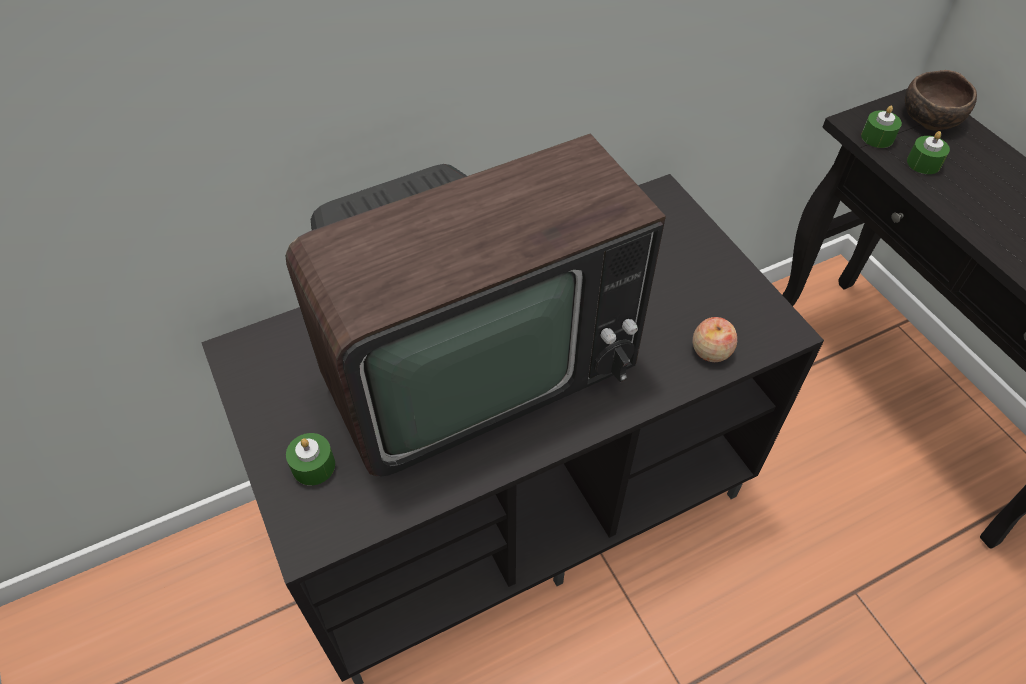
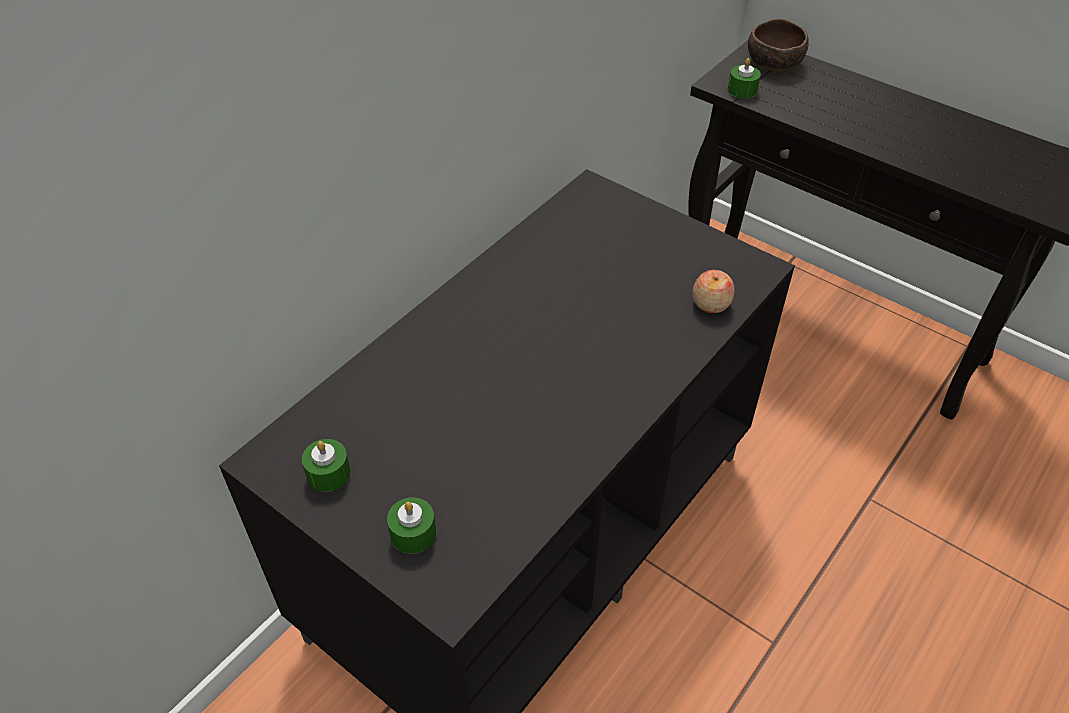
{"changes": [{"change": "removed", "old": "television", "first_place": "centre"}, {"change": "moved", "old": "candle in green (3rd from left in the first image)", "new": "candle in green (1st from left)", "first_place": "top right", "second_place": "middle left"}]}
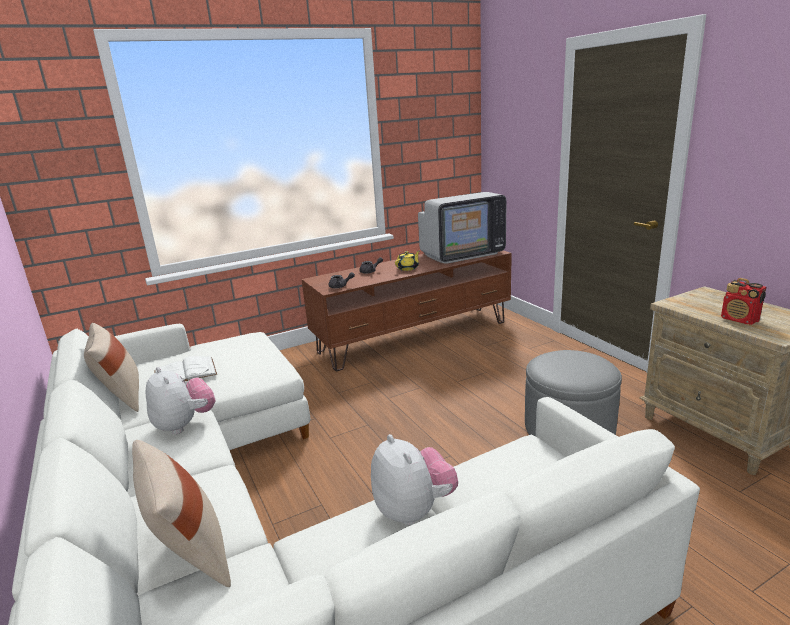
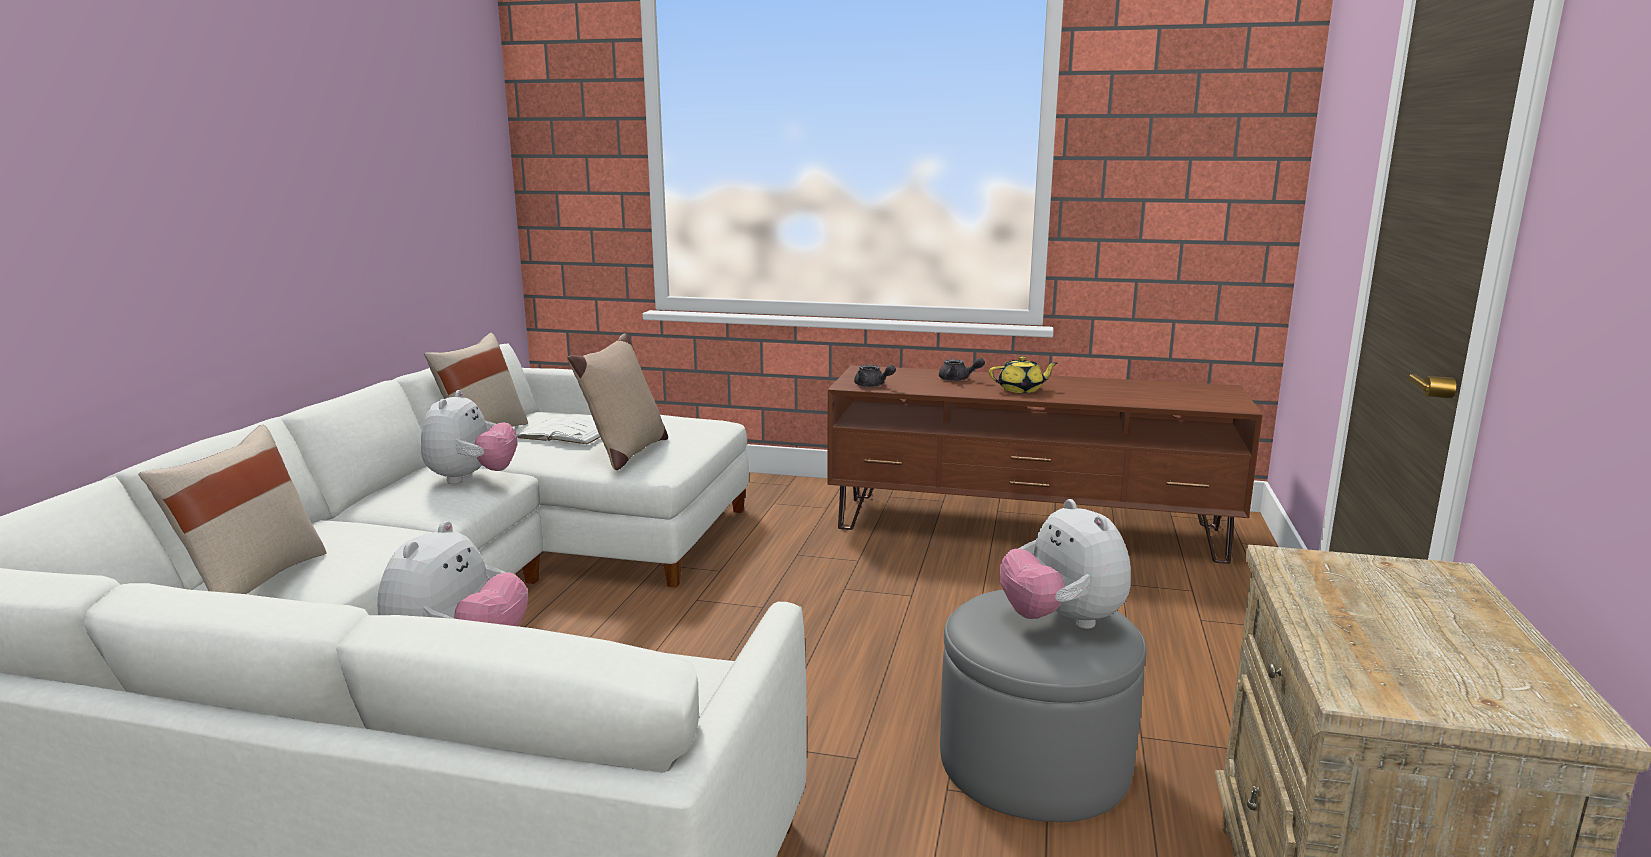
{"changes": [{"change": "removed", "old": "television", "first_place": "centre"}, {"change": "removed", "old": "radio", "first_place": "middle right"}, {"change": "added", "new": "pillow in beige (3rd from left)", "second_place": "centre"}, {"change": "added", "new": "plush toy (3rd from left)", "second_place": "centre"}]}
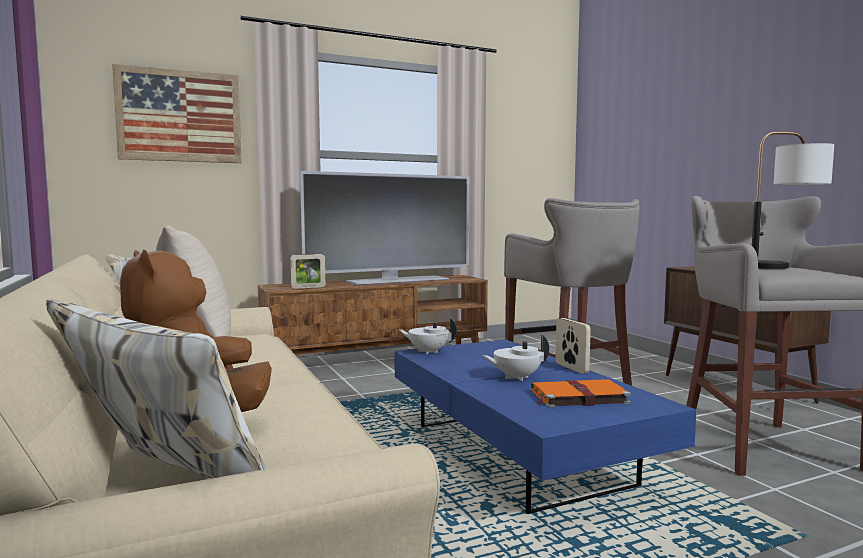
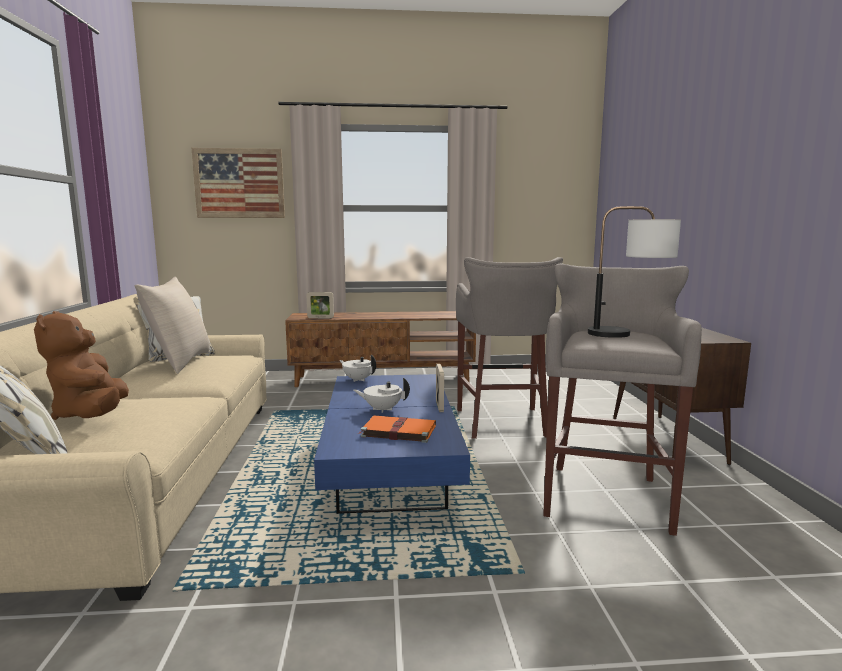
{"changes": [{"change": "removed", "old": "television", "first_place": "centre"}]}
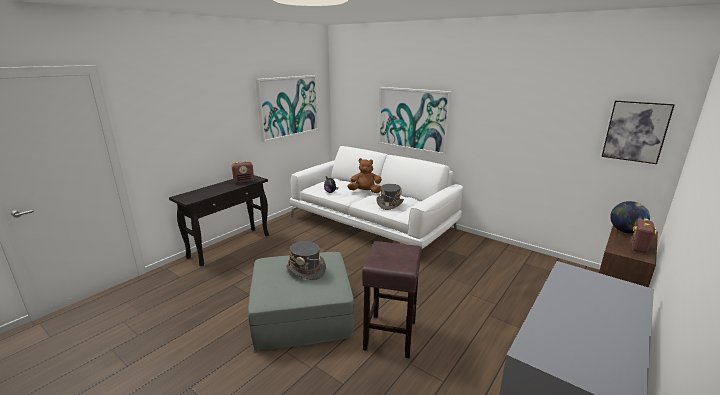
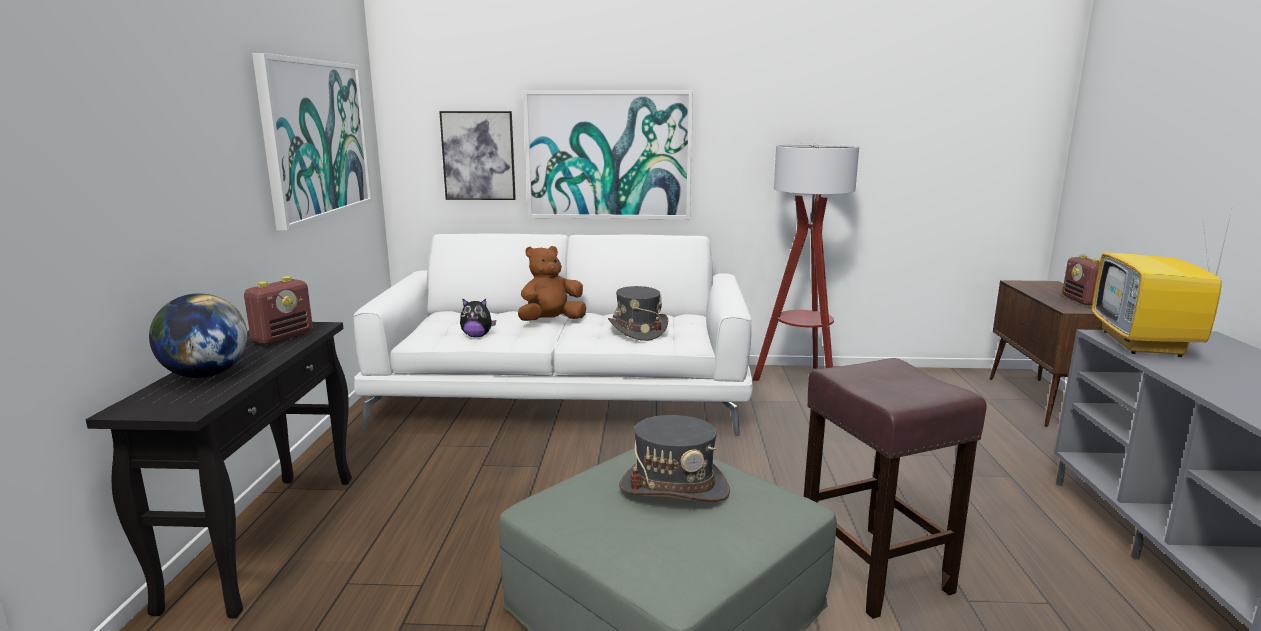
{"changes": [{"change": "added", "new": "floor lamp", "second_place": "centre"}, {"change": "added", "new": "television", "second_place": "middle right"}, {"change": "moved", "old": "picture (3rd from left in the first image)", "new": "picture (2nd from left)", "first_place": "middle right", "second_place": "top centre"}, {"change": "moved", "old": "globe", "first_place": "middle right", "second_place": "middle left"}]}
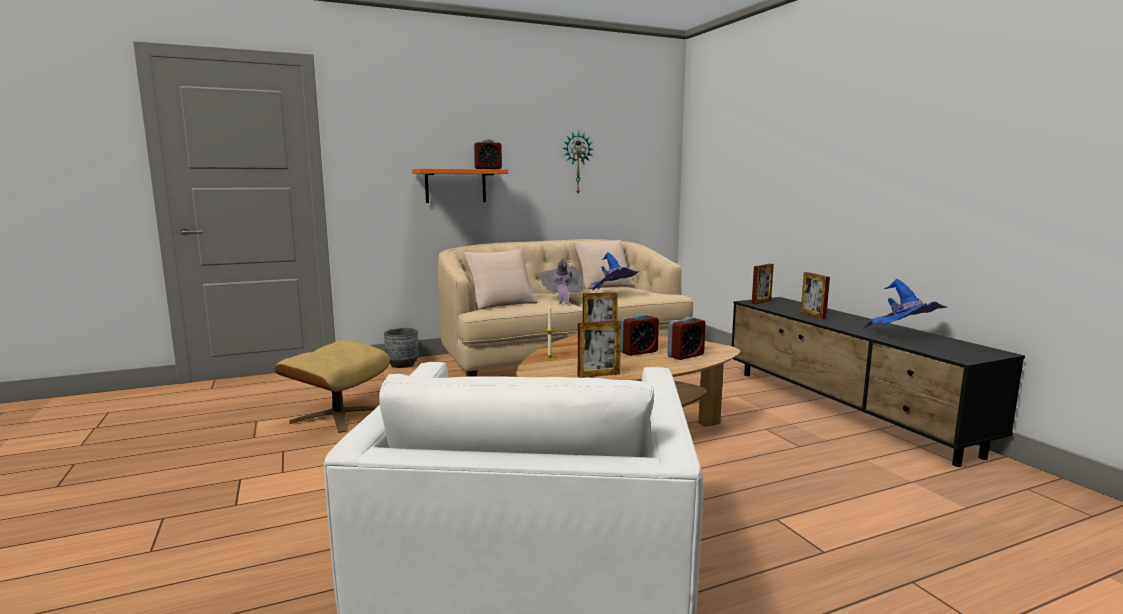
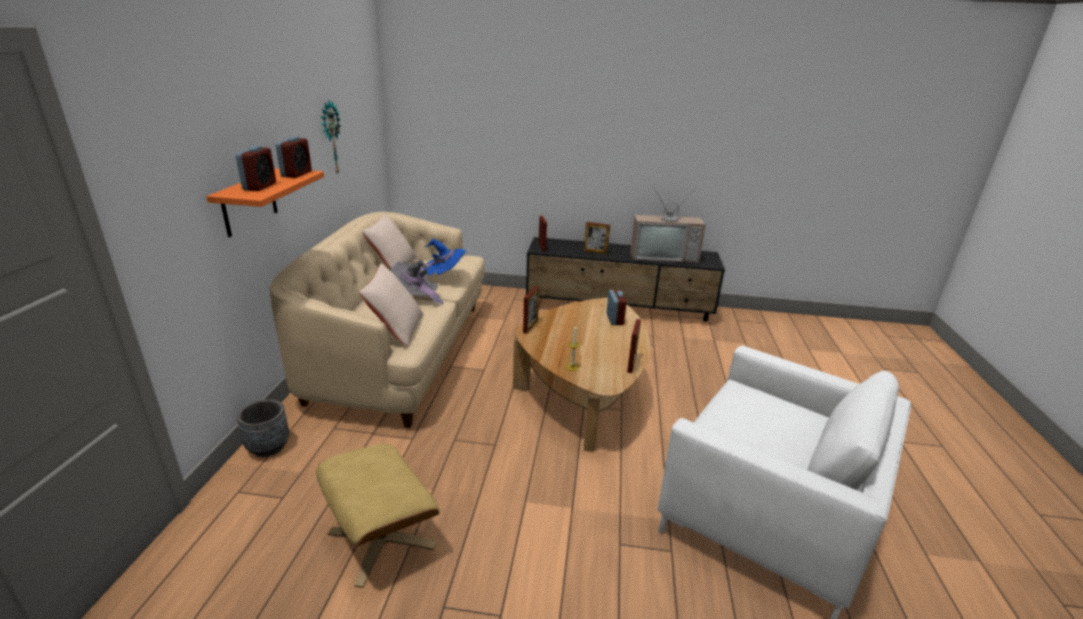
{"changes": [{"change": "moved", "old": "alarm clock (2nd from left in the first image)", "new": "alarm clock (1st from left)", "first_place": "centre", "second_place": "top left"}, {"change": "replaced", "old": "hat in blue (2nd from left)", "new": "television", "first_place": "middle right", "second_place": "centre"}]}
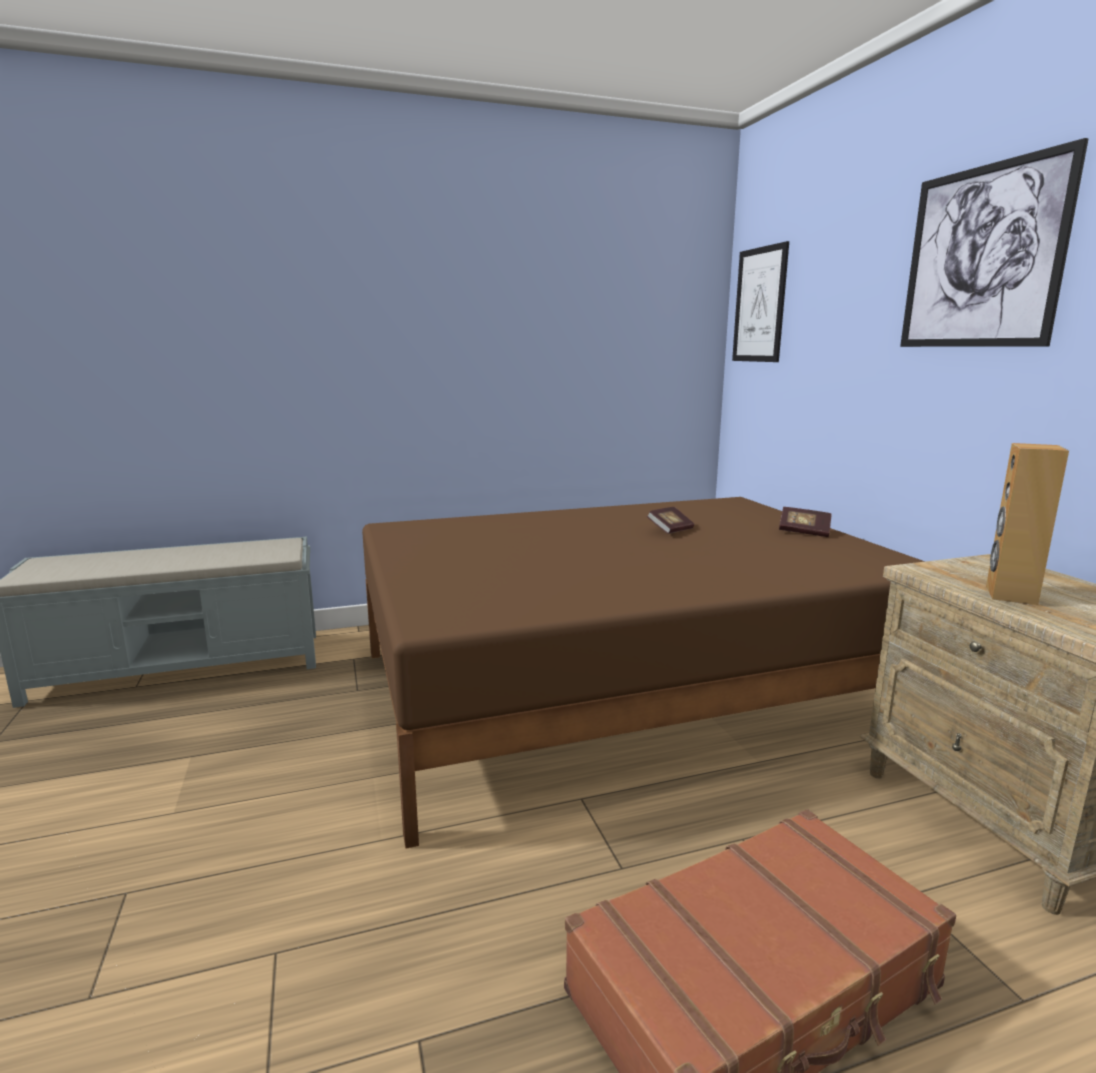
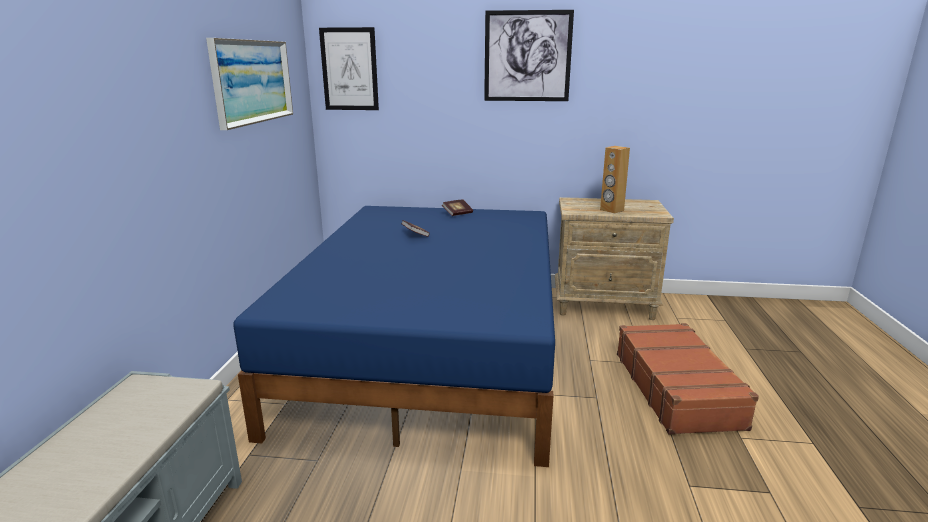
{"changes": [{"change": "added", "new": "picture (1st from left)", "second_place": "top left"}, {"change": "recoloured", "old": "bed in brown", "new": "bed in blue", "first_place": "centre", "second_place": "centre"}]}
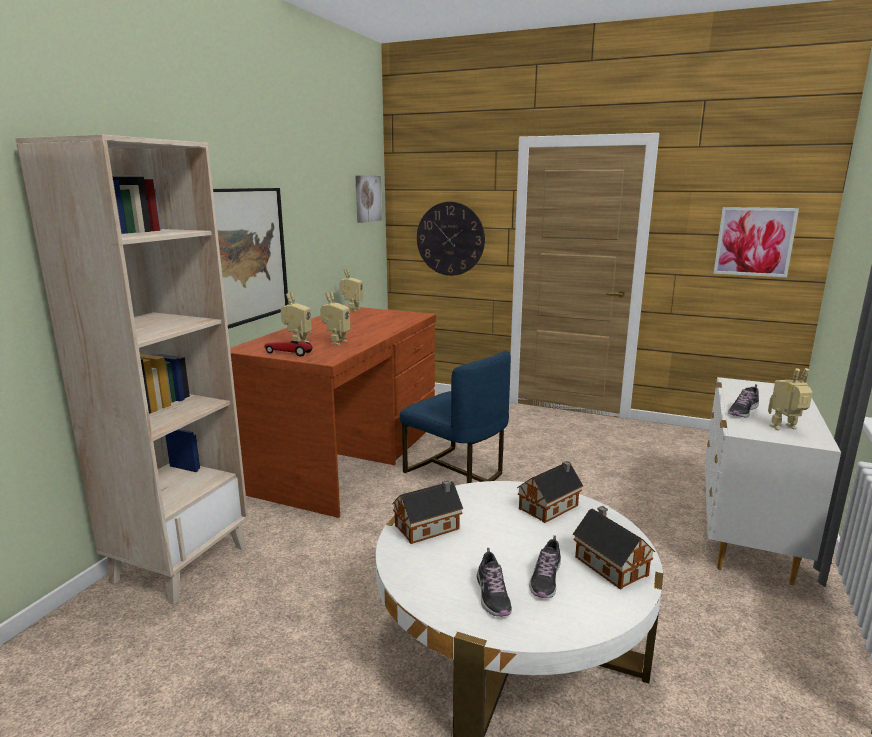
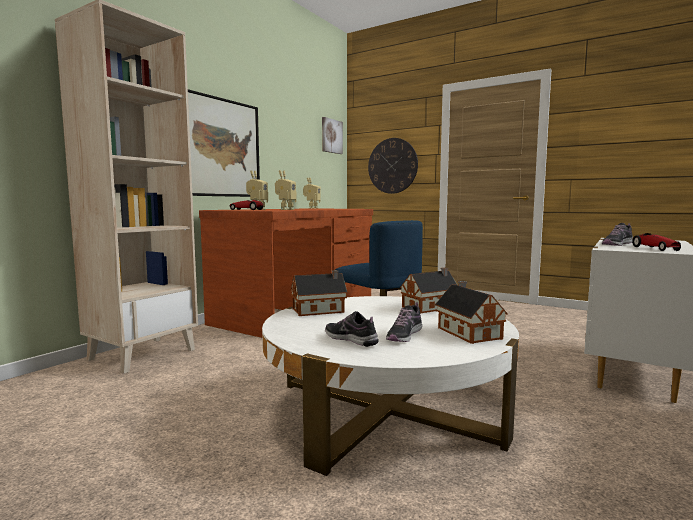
{"changes": [{"change": "removed", "old": "picture (3rd from left)", "first_place": "top right"}, {"change": "replaced", "old": "toy robot (4th from left)", "new": "toy car (2nd from left)", "first_place": "middle right", "second_place": "middle right"}, {"change": "turned", "old": "shoe (1st from left)", "first_place": "bottom centre", "second_place": "centre", "degrees": 135}]}
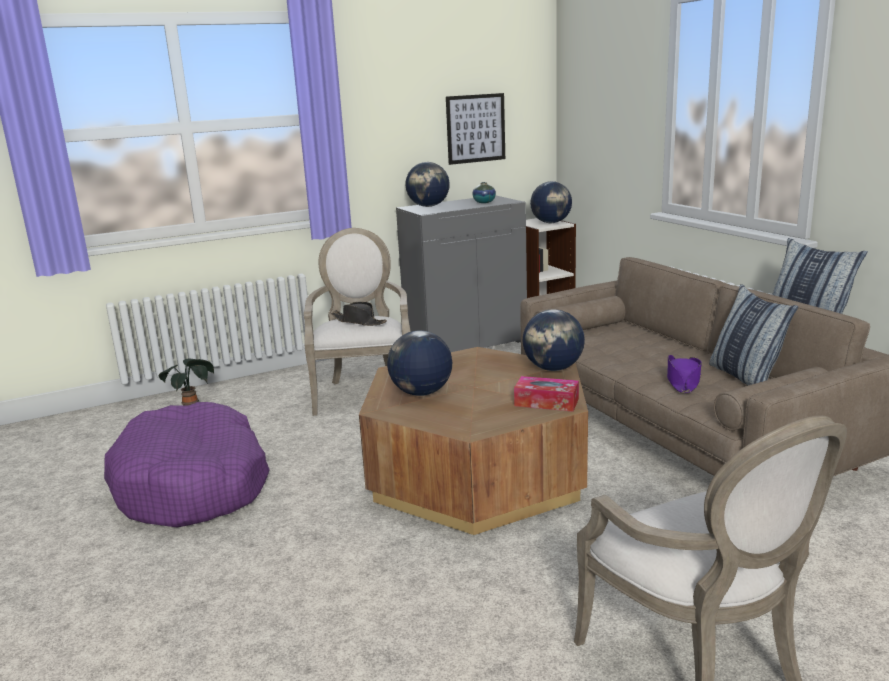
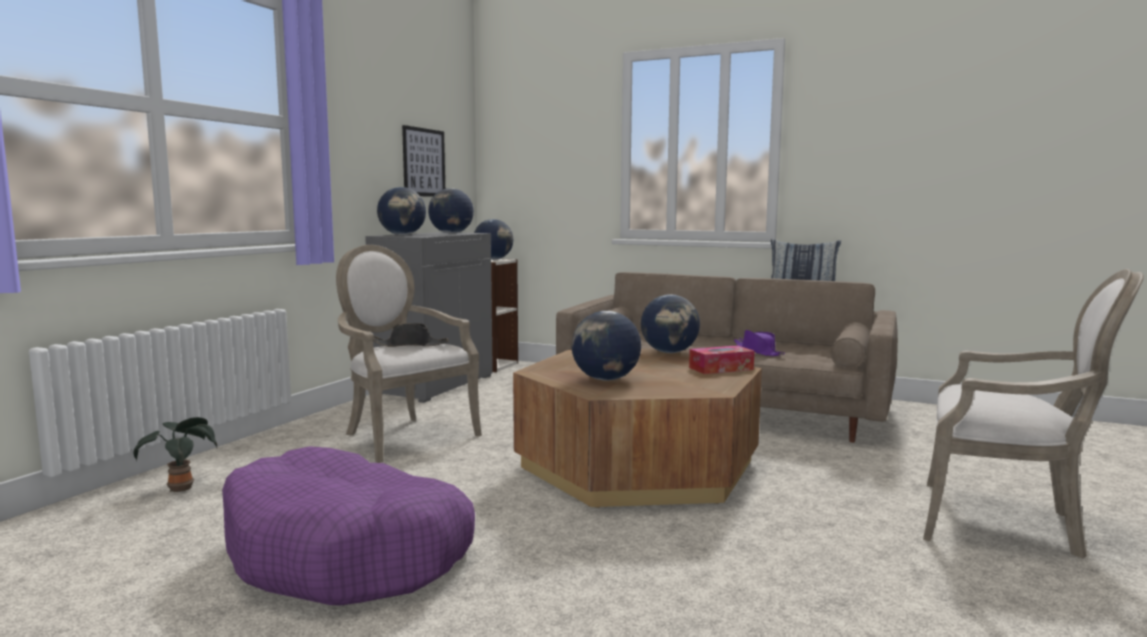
{"changes": [{"change": "removed", "old": "pillow (1st from left)", "first_place": "middle right"}, {"change": "replaced", "old": "vase", "new": "globe (2nd from left)", "first_place": "top centre", "second_place": "top centre"}]}
